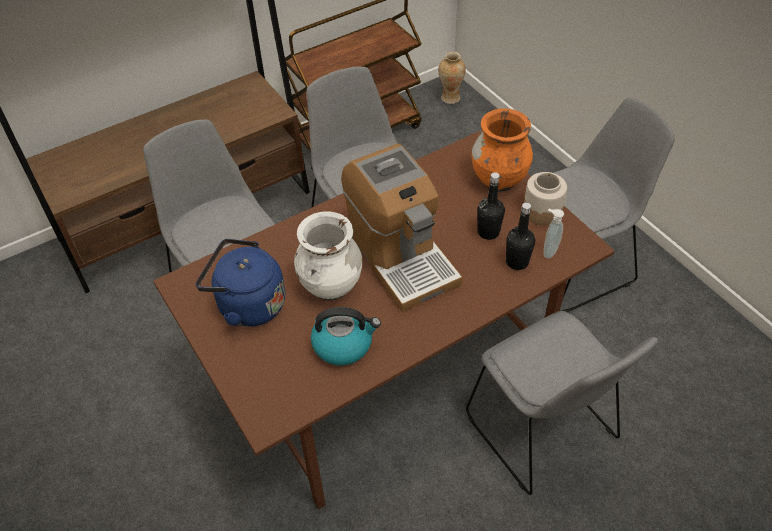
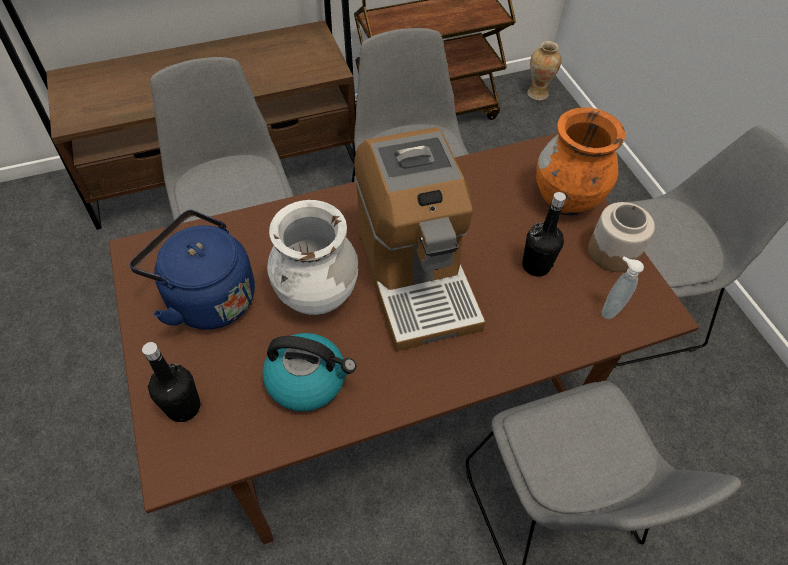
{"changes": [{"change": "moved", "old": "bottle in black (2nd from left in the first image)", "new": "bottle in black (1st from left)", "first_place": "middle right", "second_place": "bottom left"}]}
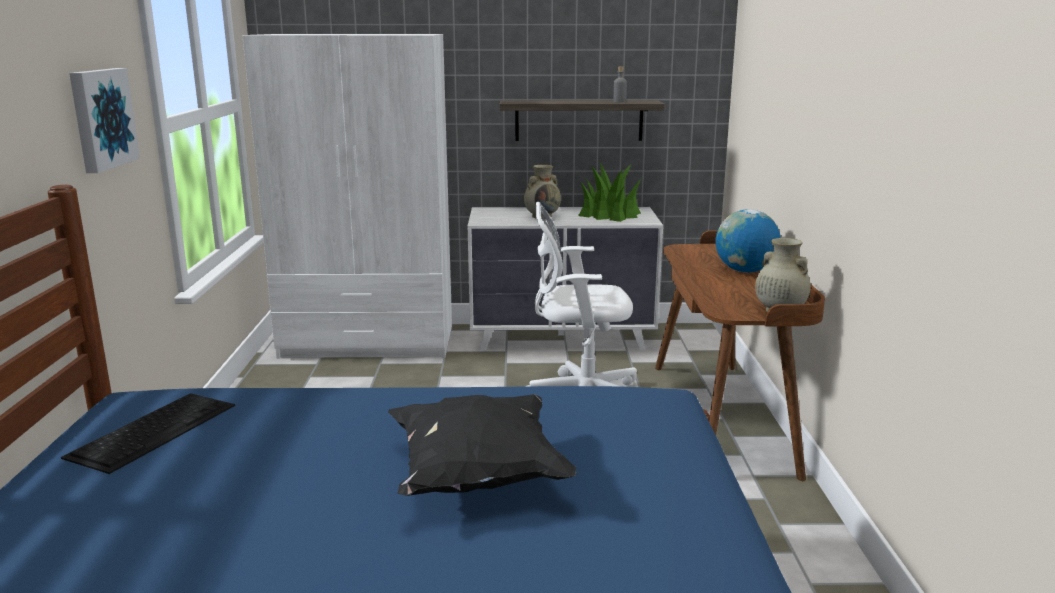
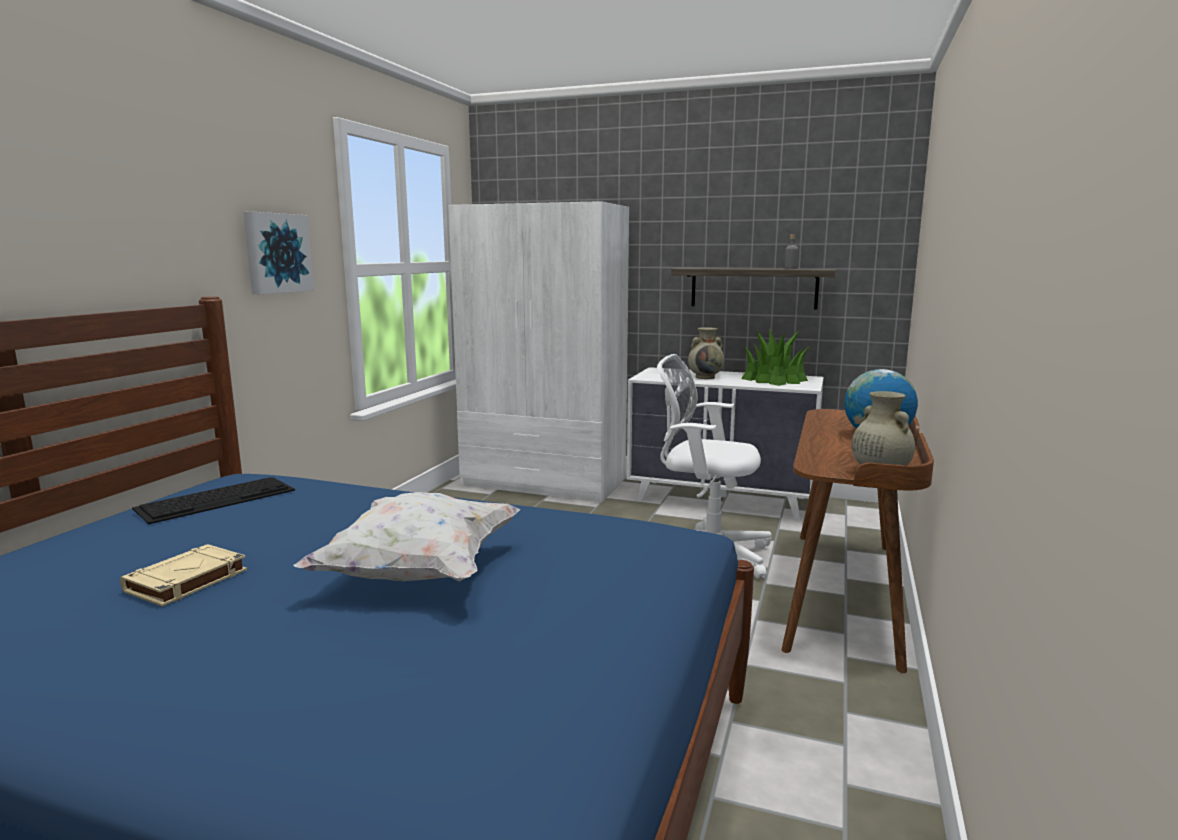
{"changes": [{"change": "added", "new": "book in beige", "second_place": "bottom left"}, {"change": "recoloured", "old": "pillow in black", "new": "pillow in white", "first_place": "bottom centre", "second_place": "centre"}]}
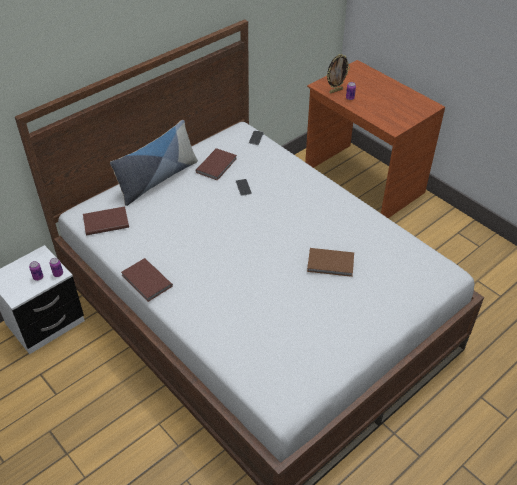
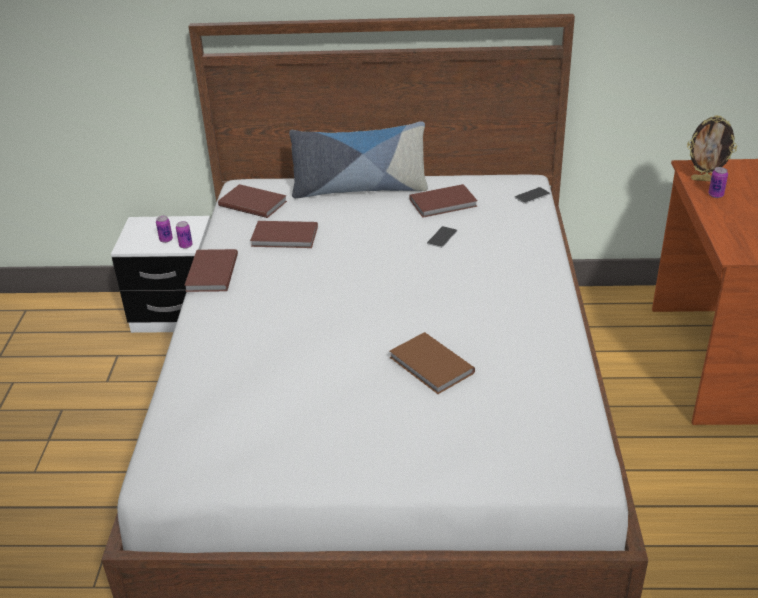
{"changes": [{"change": "added", "new": "book in brown (3rd from left)", "second_place": "centre"}]}
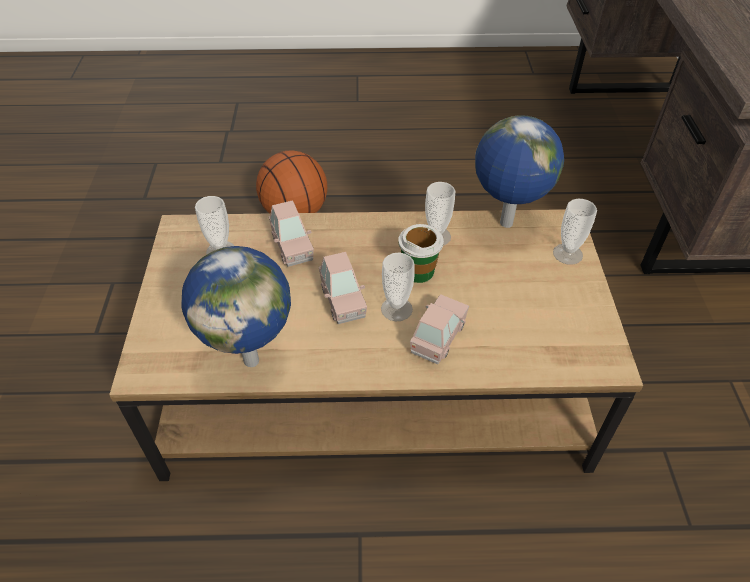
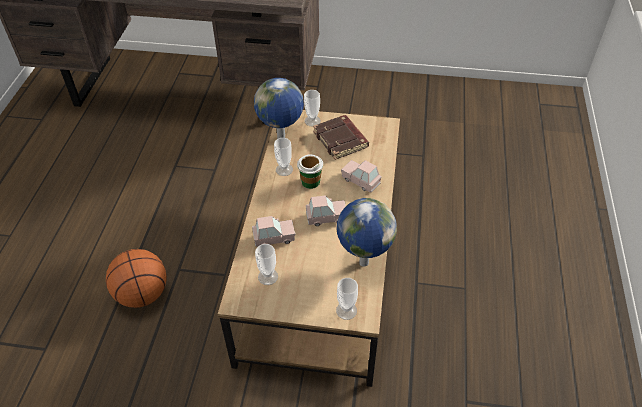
{"changes": [{"change": "added", "new": "book in brown", "second_place": "centre"}, {"change": "moved", "old": "cup (2nd from left in the first image)", "new": "cup (5th from left)", "first_place": "centre", "second_place": "bottom centre"}]}
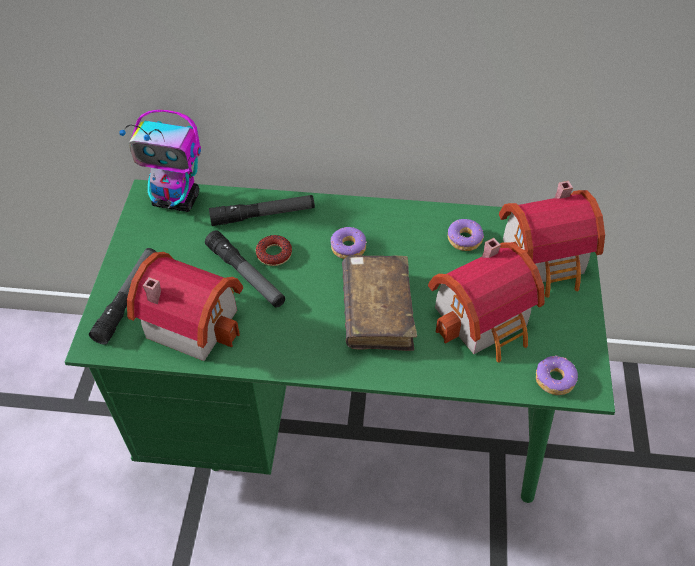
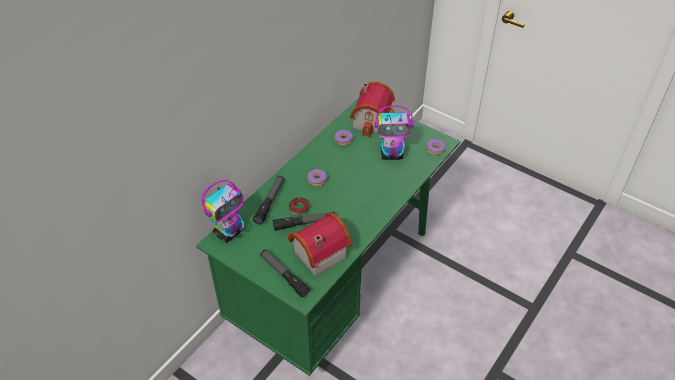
{"changes": [{"change": "removed", "old": "book in brown", "first_place": "centre"}, {"change": "replaced", "old": "toy house (2nd from left)", "new": "toy robot (2nd from left)", "first_place": "middle right", "second_place": "centre"}]}
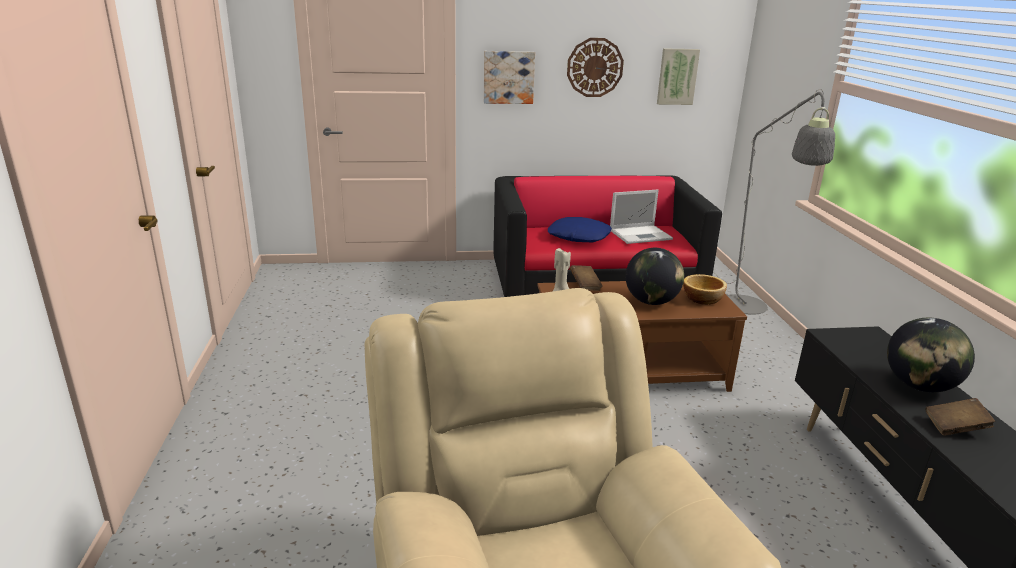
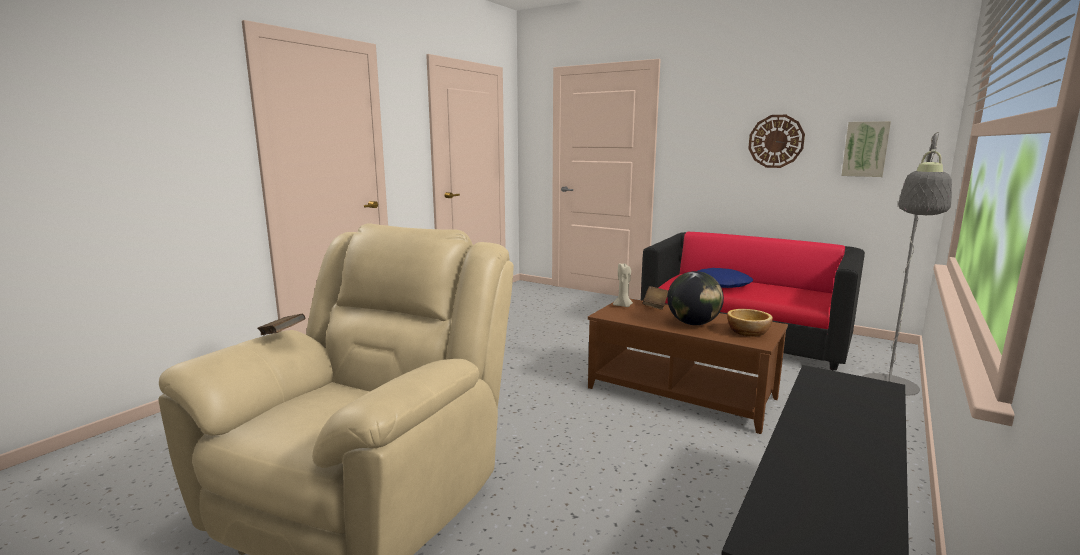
{"changes": [{"change": "removed", "old": "picture (1st from left)", "first_place": "top centre"}, {"change": "removed", "old": "laptop", "first_place": "centre"}, {"change": "removed", "old": "globe (2nd from left)", "first_place": "middle right"}, {"change": "moved", "old": "book in brown (2nd from left in the first image)", "new": "book in brown (1st from left)", "first_place": "bottom right", "second_place": "middle left"}]}
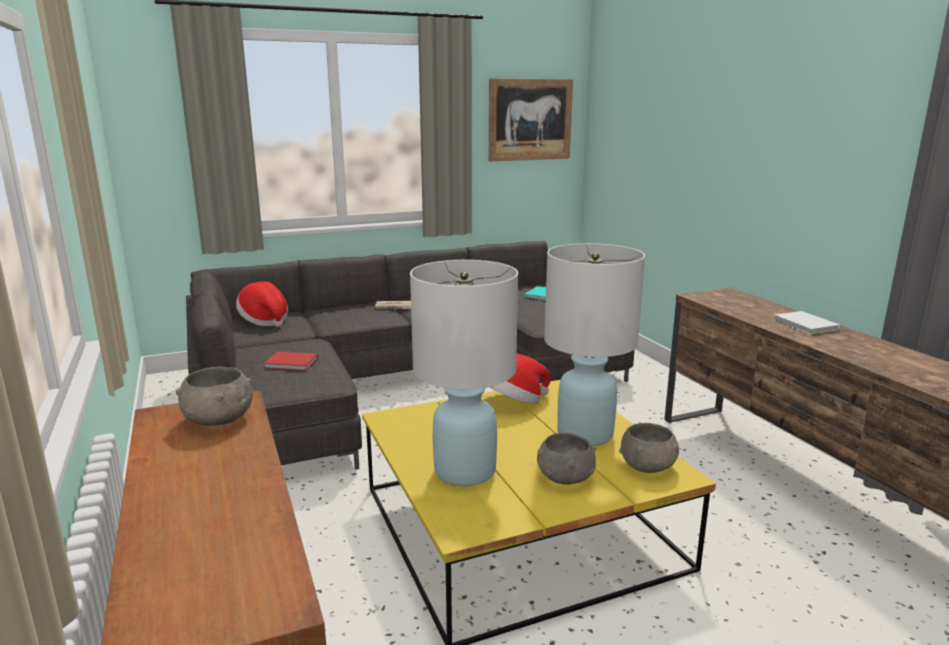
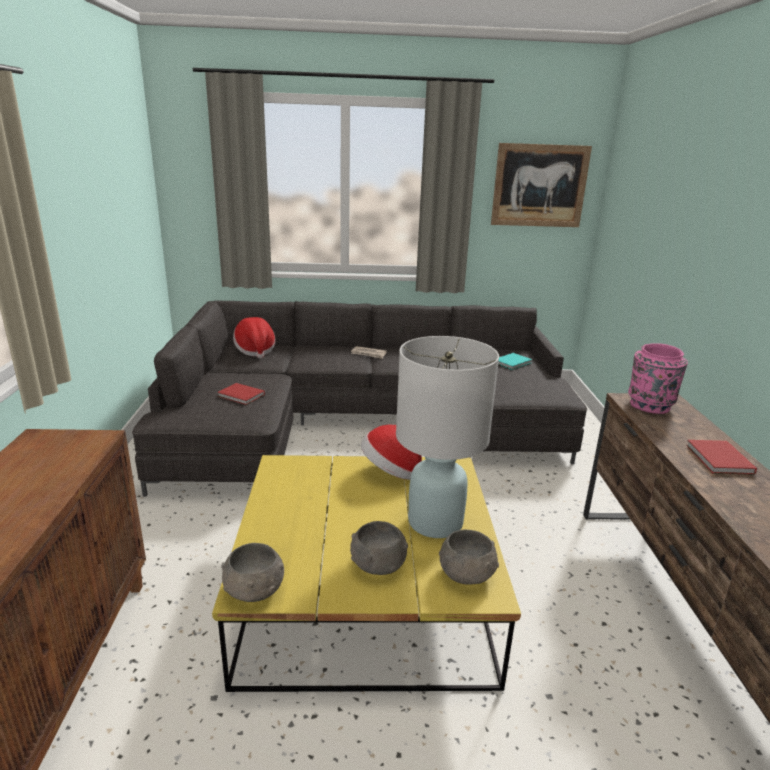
{"changes": [{"change": "removed", "old": "table lamp in white (1st from left)", "first_place": "centre"}, {"change": "added", "new": "vase in pink", "second_place": "middle right"}, {"change": "moved", "old": "bowl in grey (1st from left)", "first_place": "middle left", "second_place": "bottom left"}, {"change": "recoloured", "old": "book in white", "new": "book in red (2nd from left)", "first_place": "middle right", "second_place": "middle right"}]}
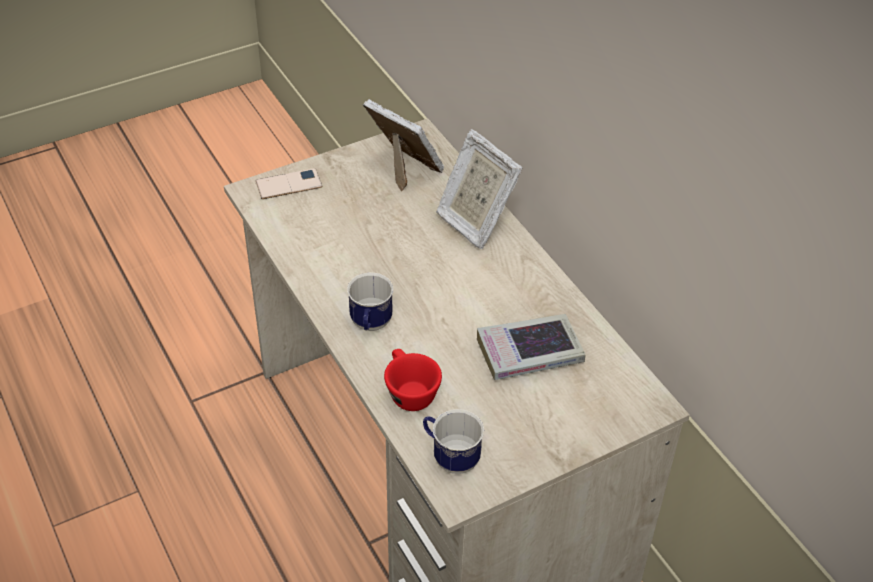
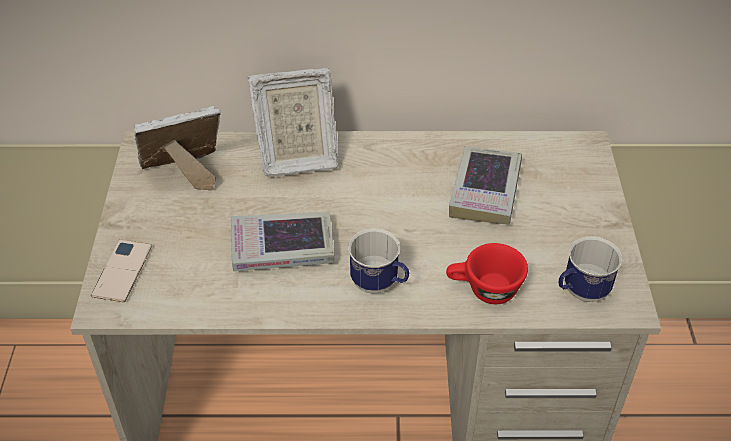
{"changes": [{"change": "added", "new": "book (1st from left)", "second_place": "centre"}]}
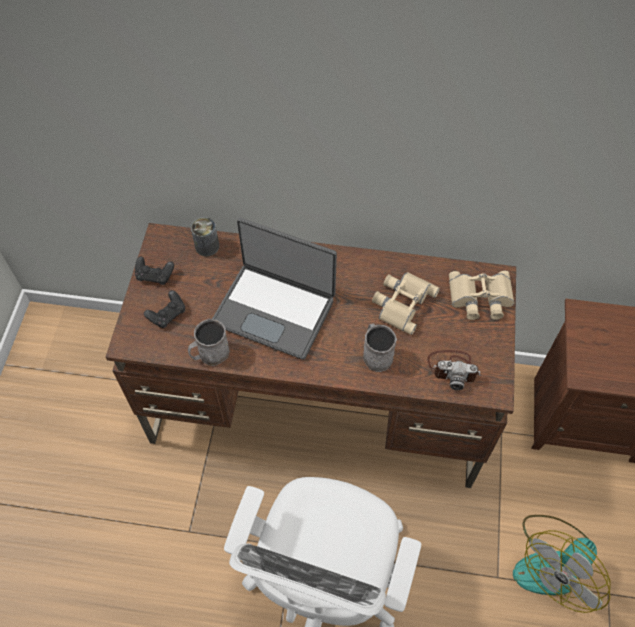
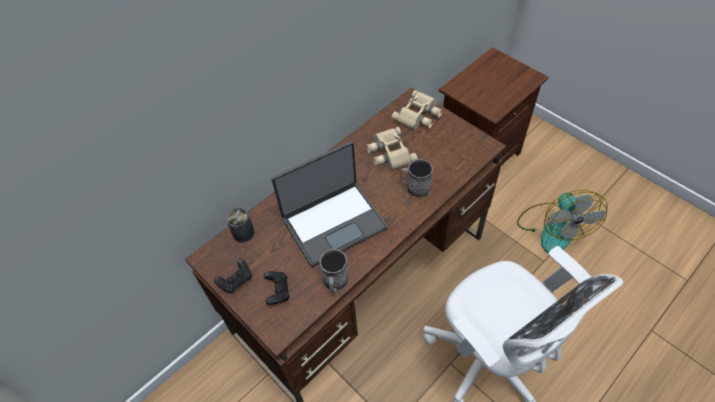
{"changes": [{"change": "removed", "old": "photo camera", "first_place": "middle right"}]}
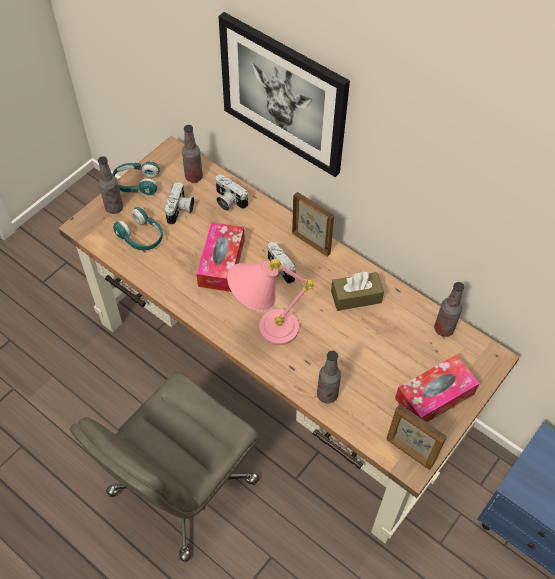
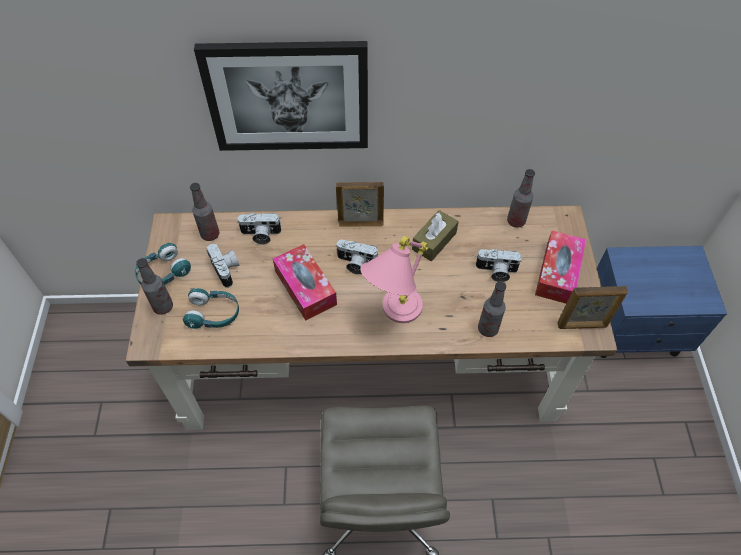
{"changes": [{"change": "added", "new": "photo camera (4th from left)", "second_place": "middle right"}]}
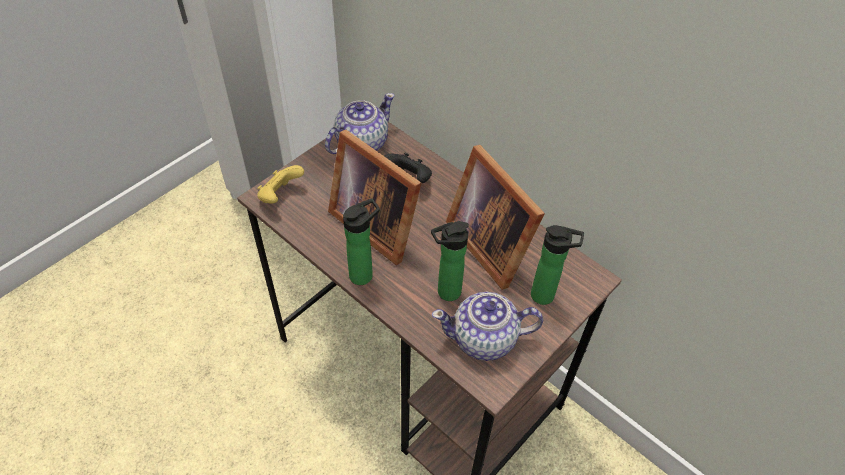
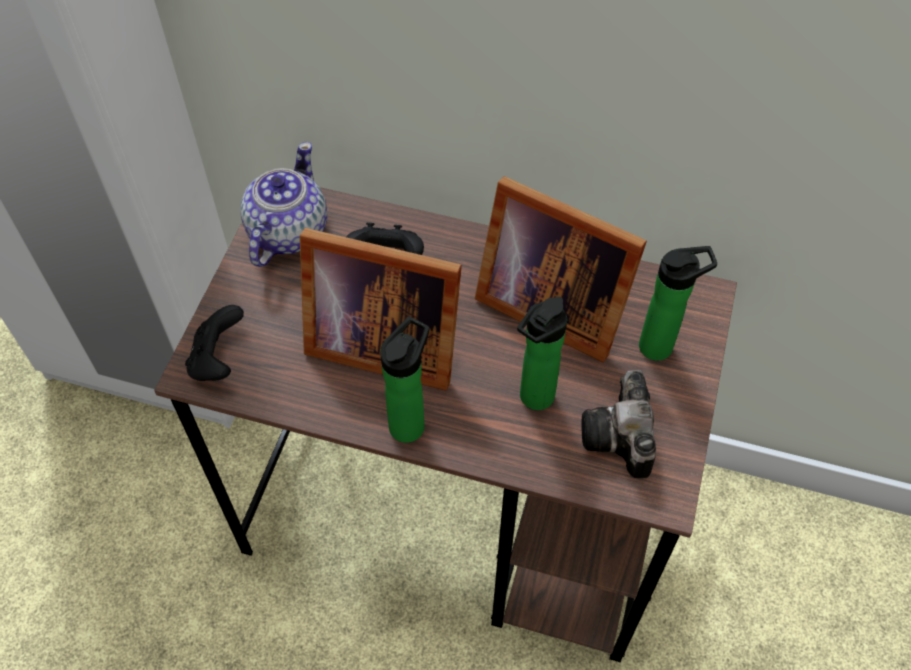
{"changes": [{"change": "replaced", "old": "teapot (2nd from left)", "new": "photo camera", "first_place": "bottom centre", "second_place": "middle right"}, {"change": "recoloured", "old": "game controller in yellow", "new": "game controller in black (1st from left)", "first_place": "middle left", "second_place": "middle left"}]}
